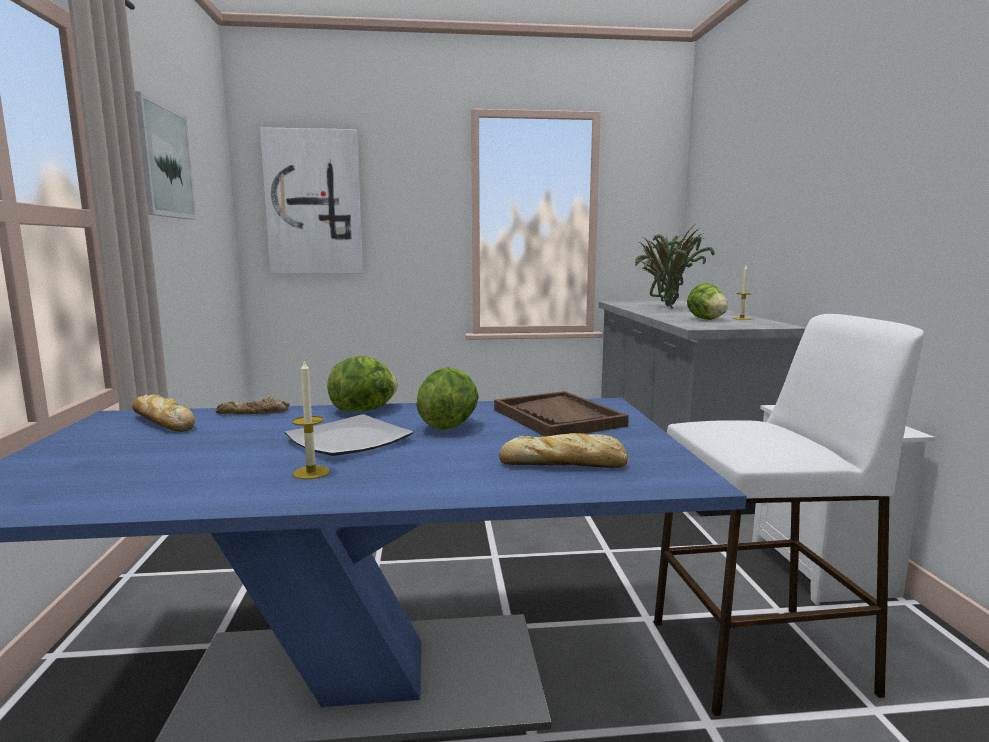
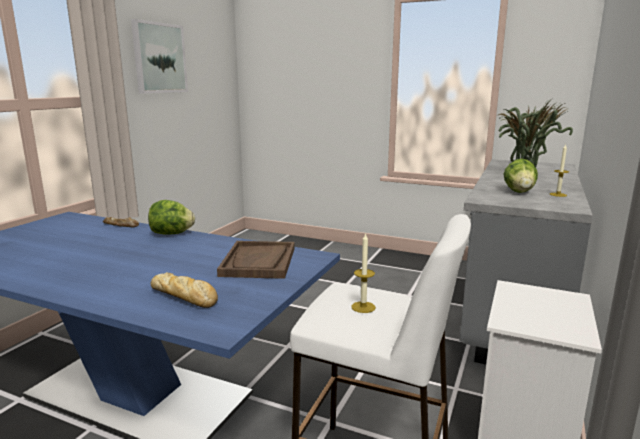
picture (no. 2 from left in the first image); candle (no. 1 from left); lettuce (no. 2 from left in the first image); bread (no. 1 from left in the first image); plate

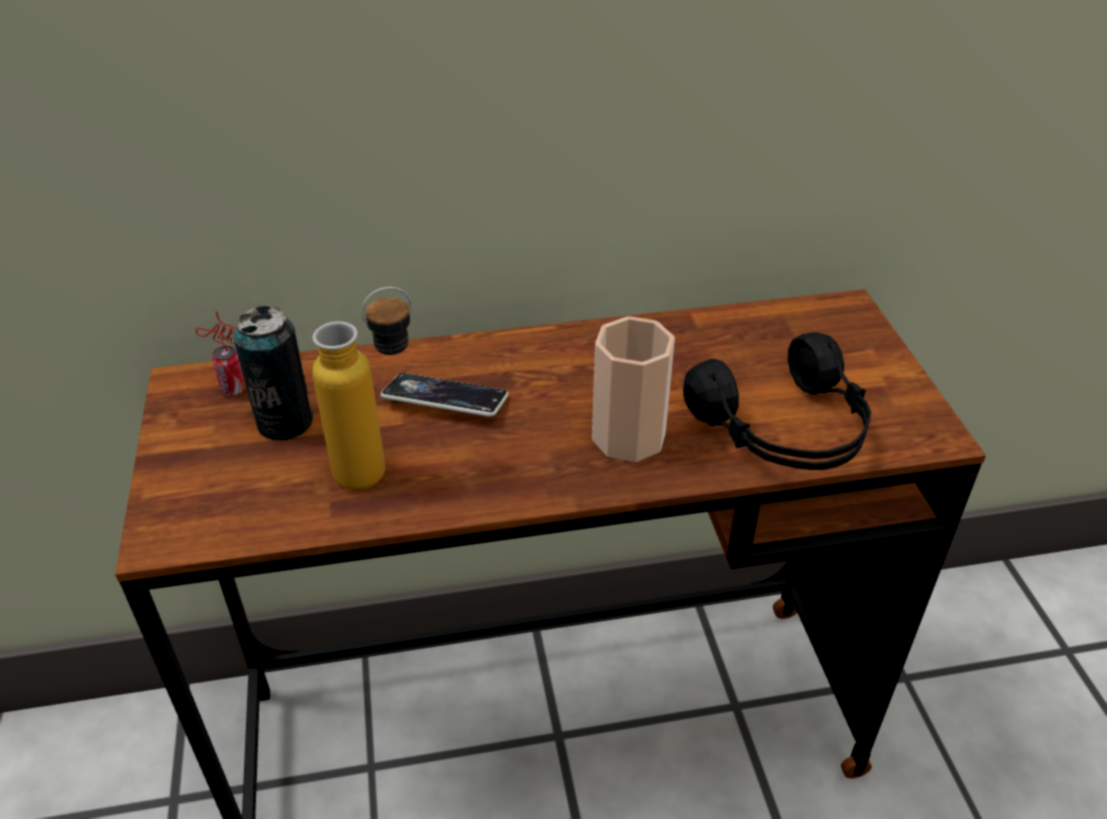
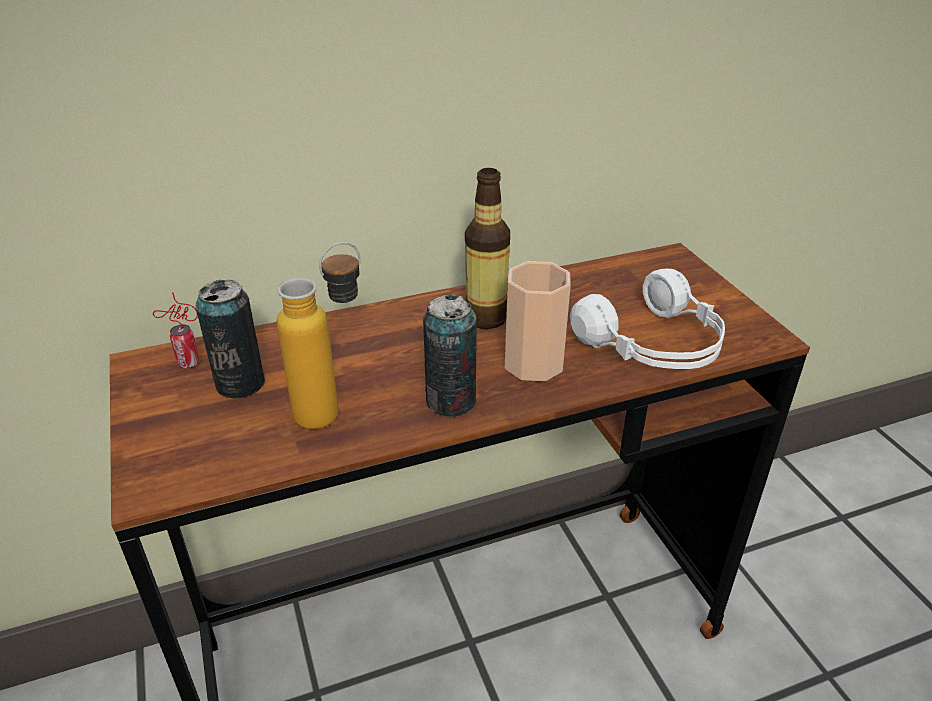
white headphones; phone; bottle (no. 2 from left); can (no. 3 from left)

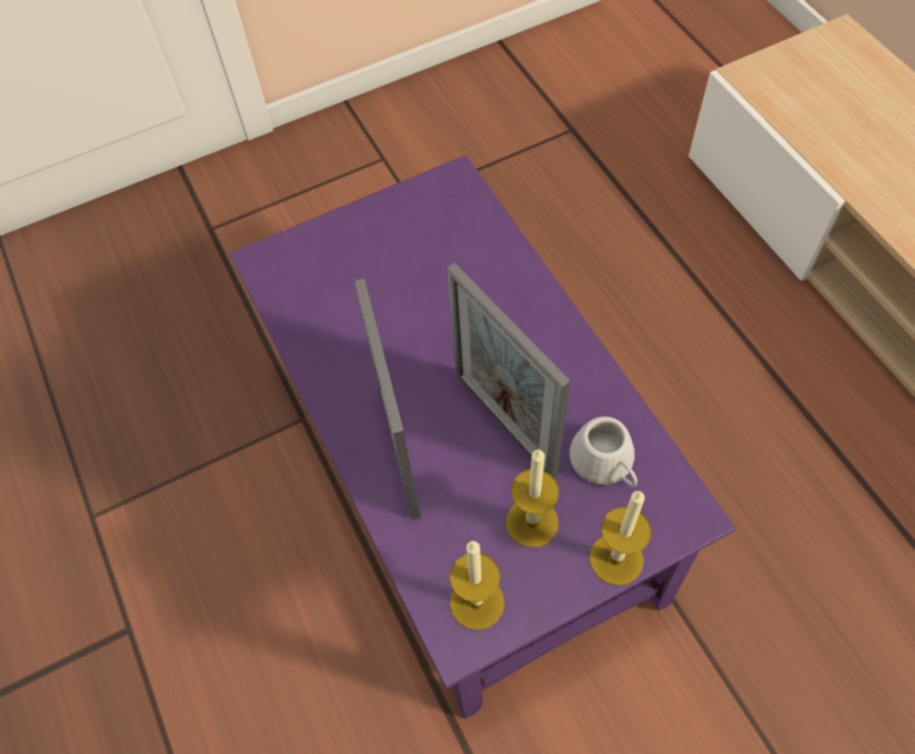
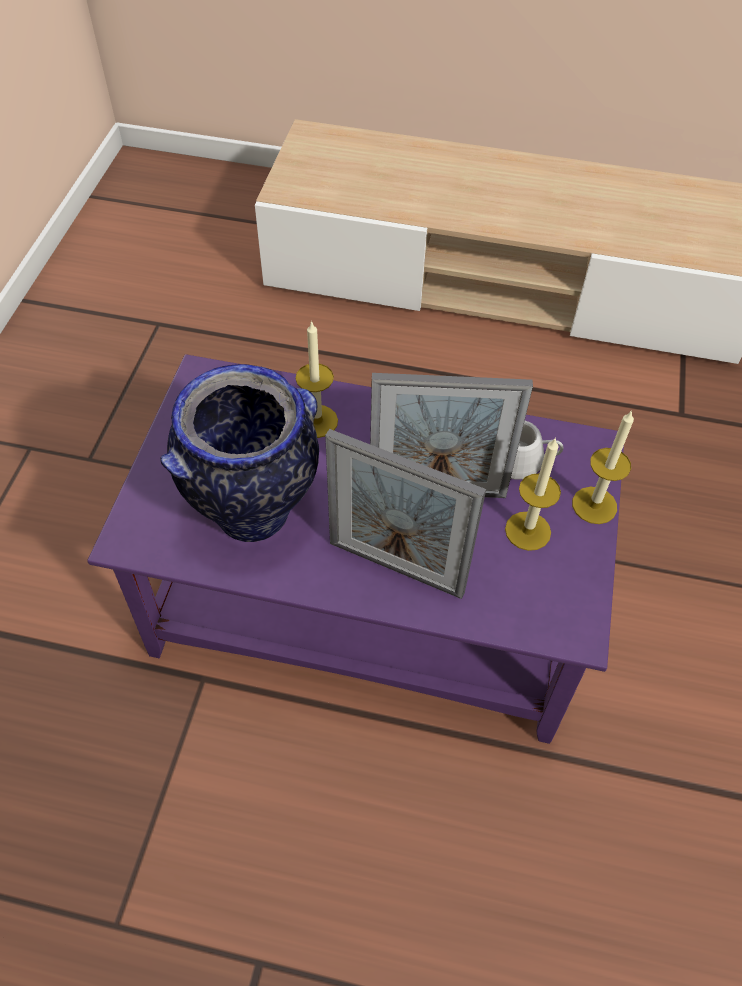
candle (no. 1 from left); vase

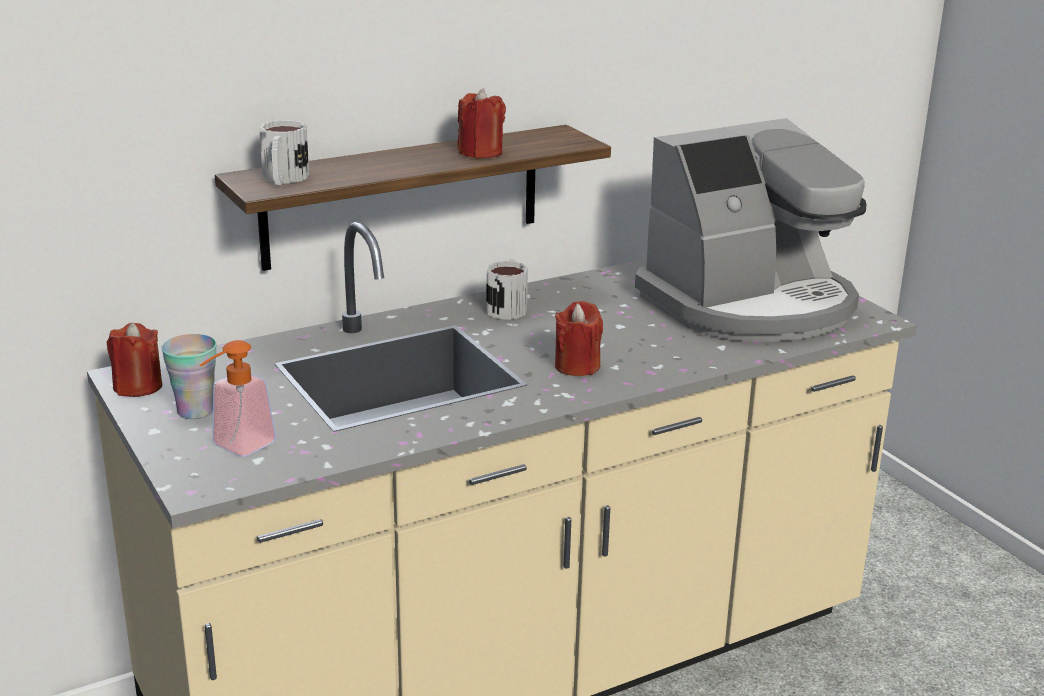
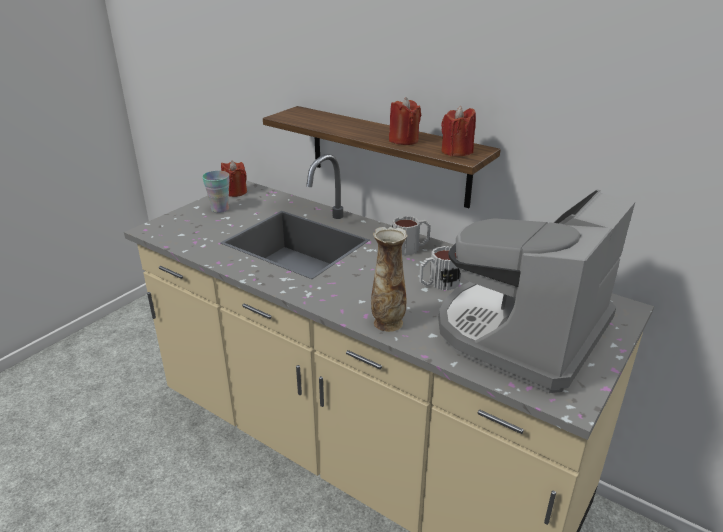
coffee machine; mug (no. 2 from left); red candle (no. 3 from left); soap dispenser; vase

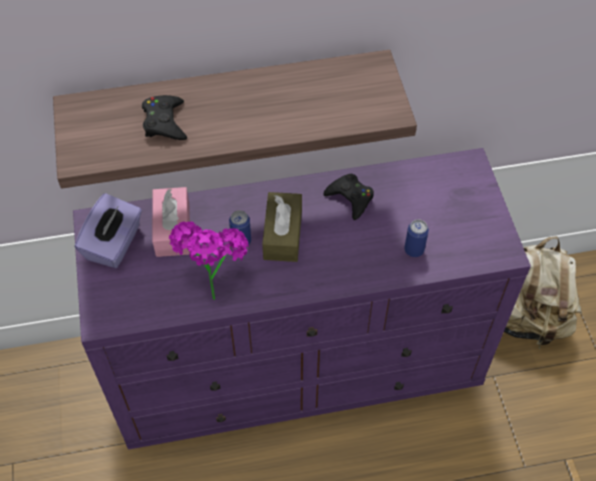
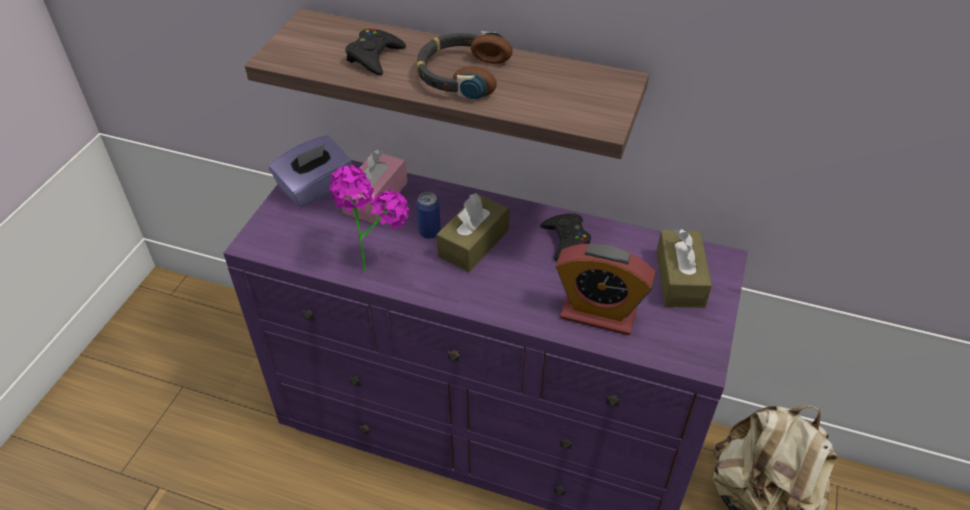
alarm clock; headphones; brown tissue box (no. 2 from left)

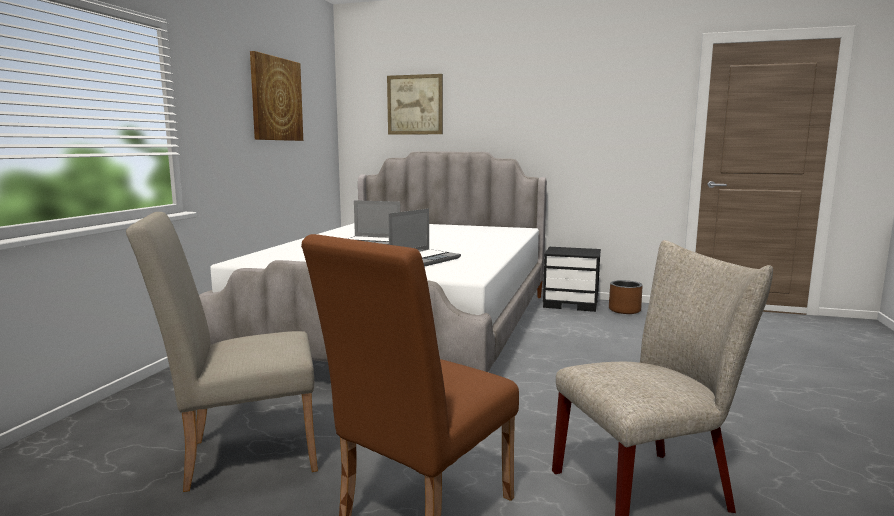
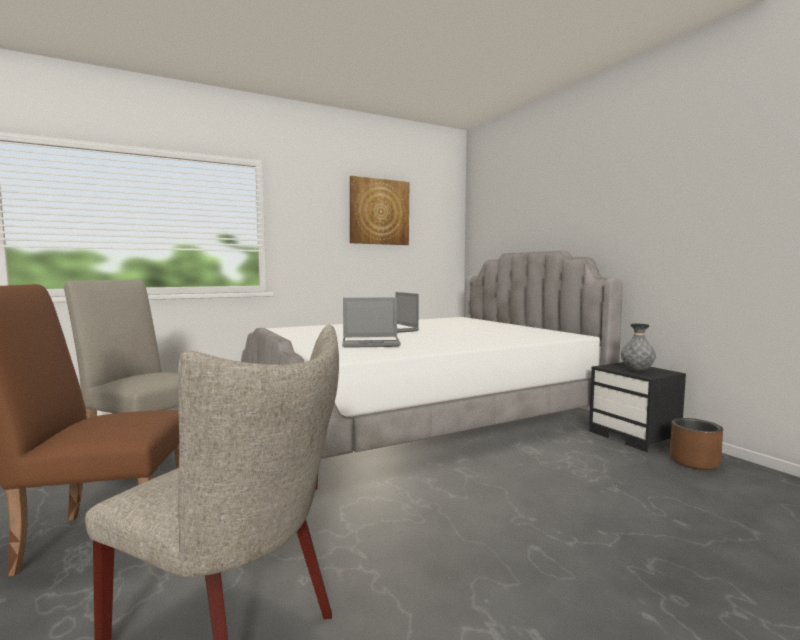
picture (no. 2 from left in the first image); grey vase

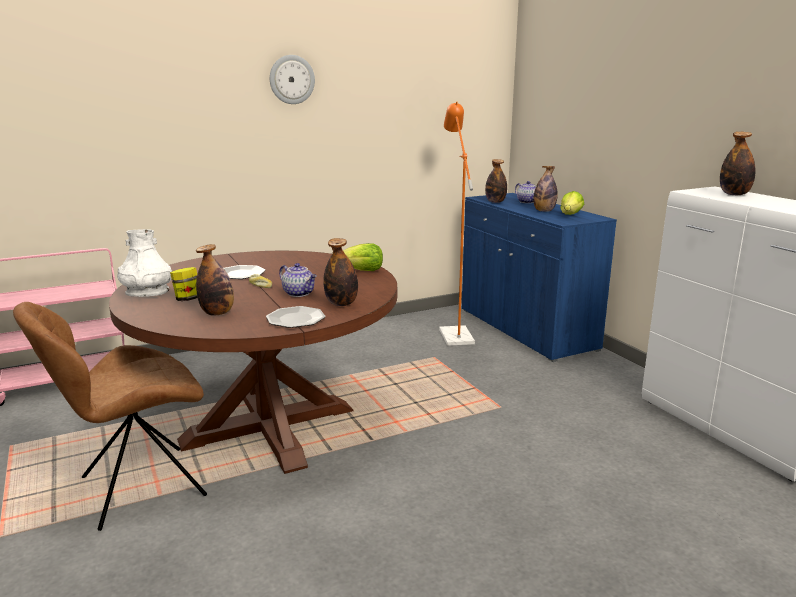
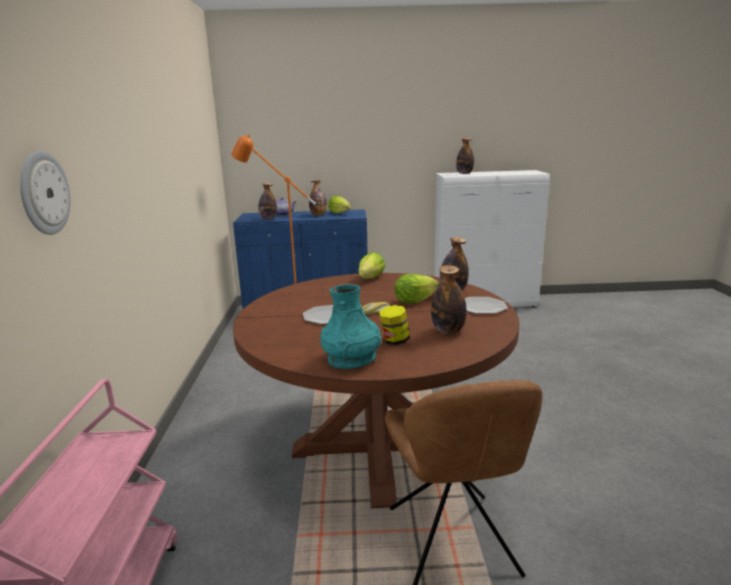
wall clock; turquoise vase; lettuce (no. 3 from left)

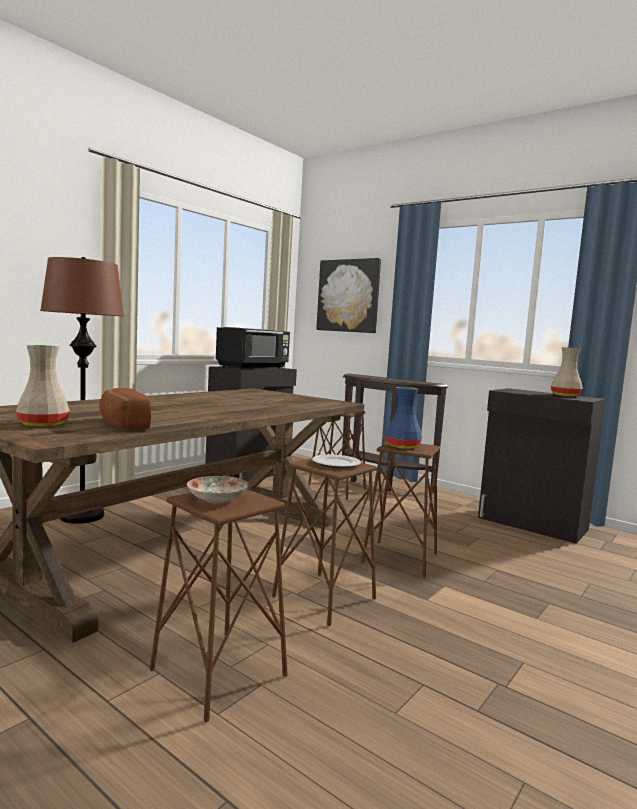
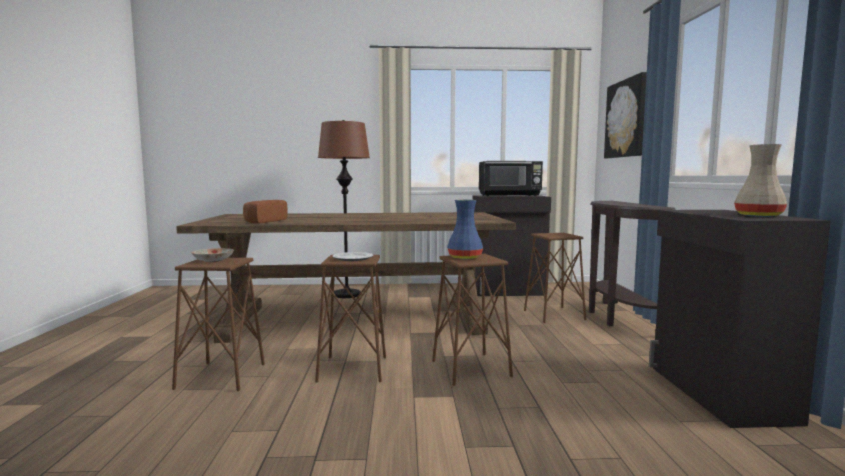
beige vase (no. 1 from left in the first image)

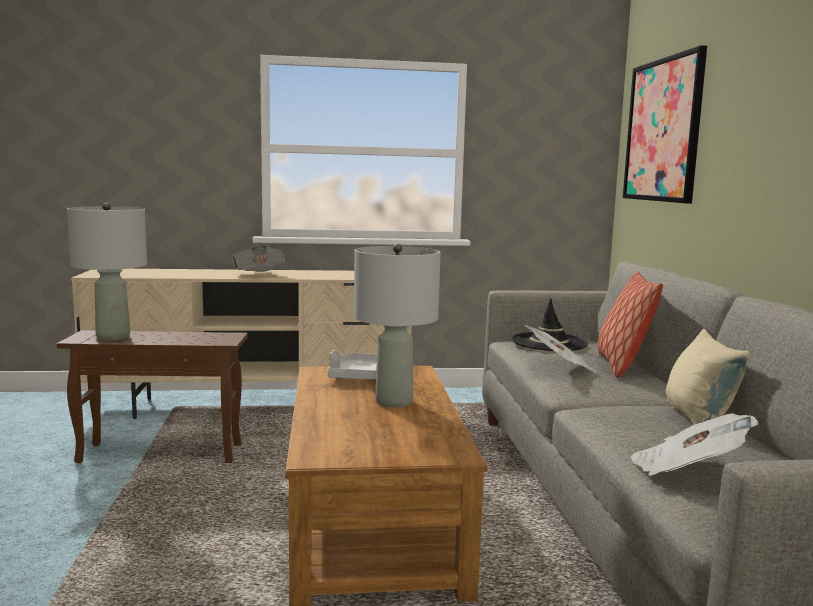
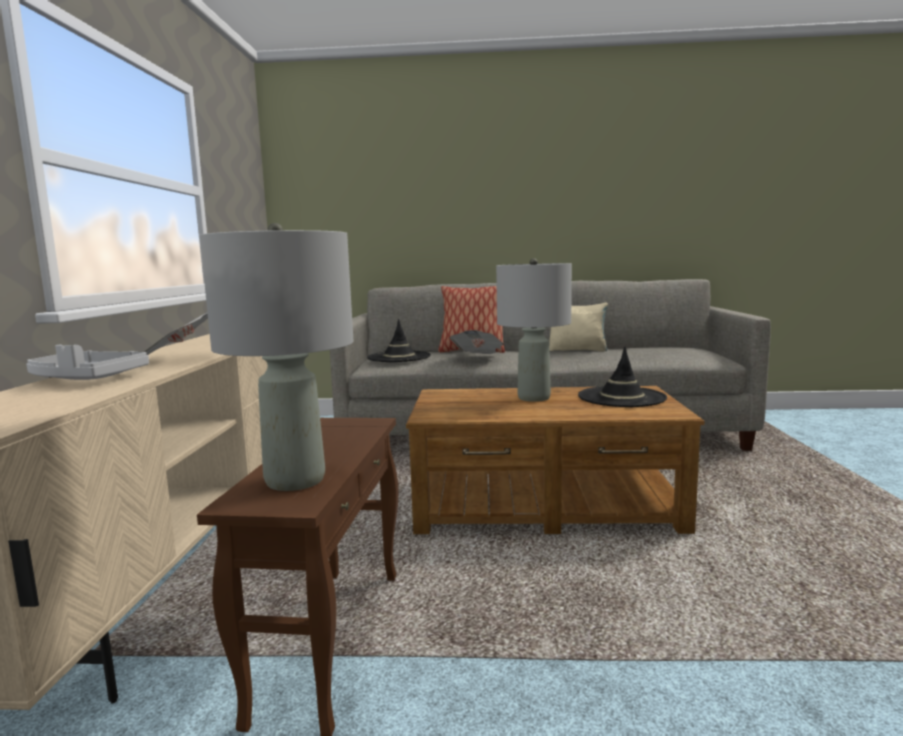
picture; grey tray; newspaper (no. 3 from left in the first image); black hat (no. 2 from left)

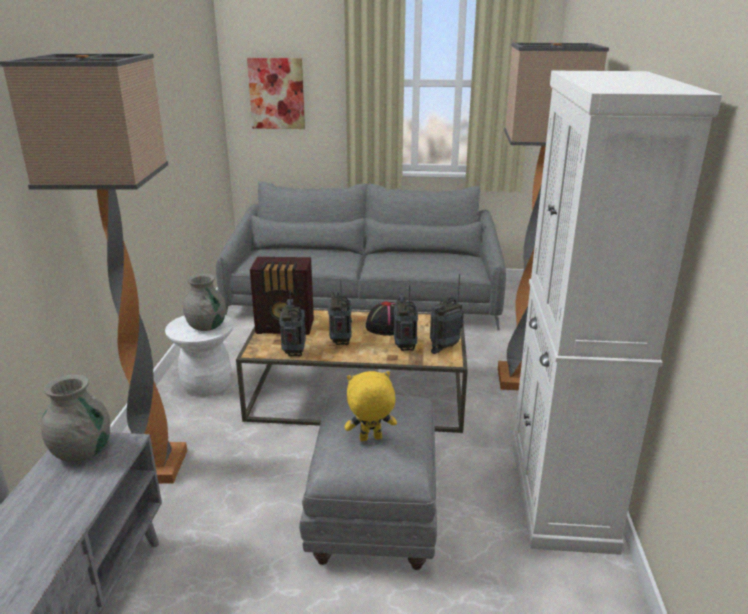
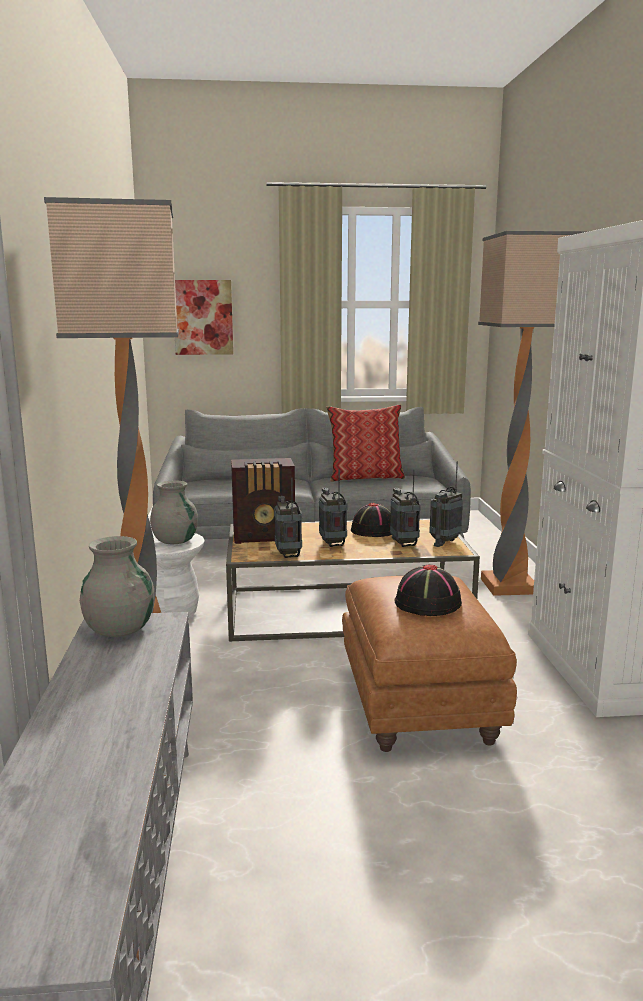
black hat (no. 2 from left); brown ottoman; pillow

